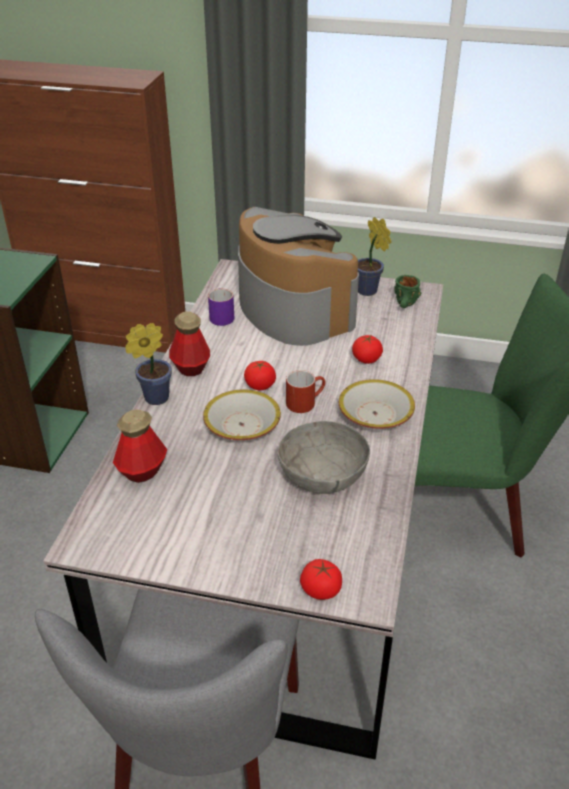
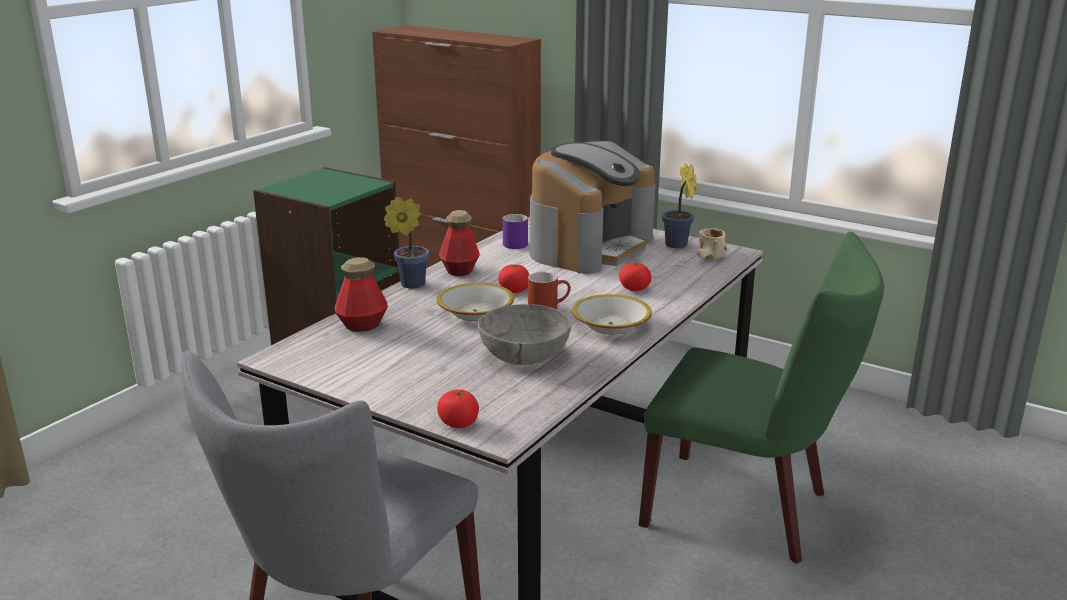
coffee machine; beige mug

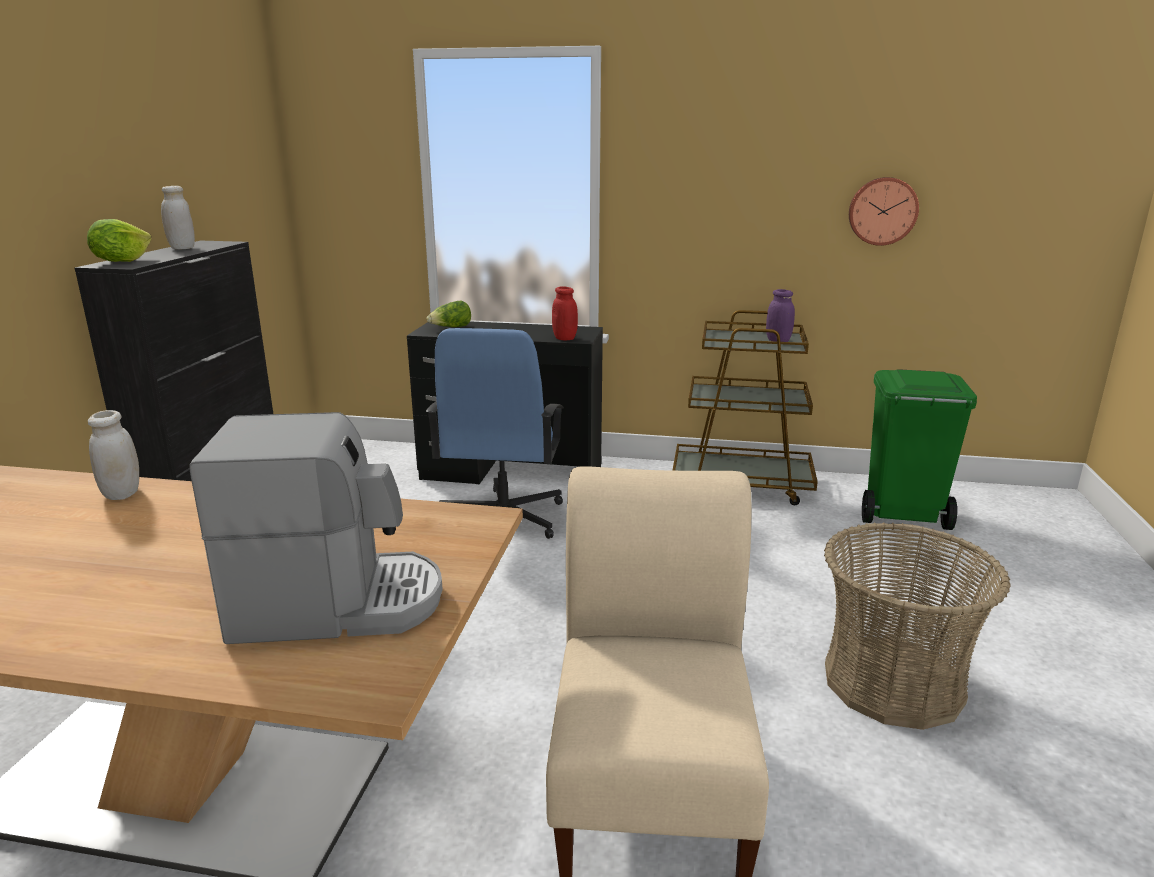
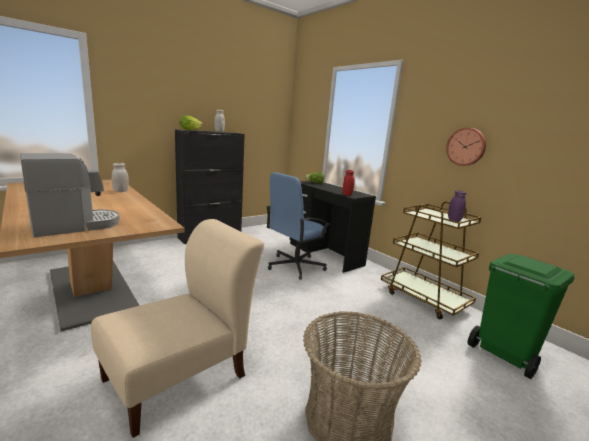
wall clock; coffee machine

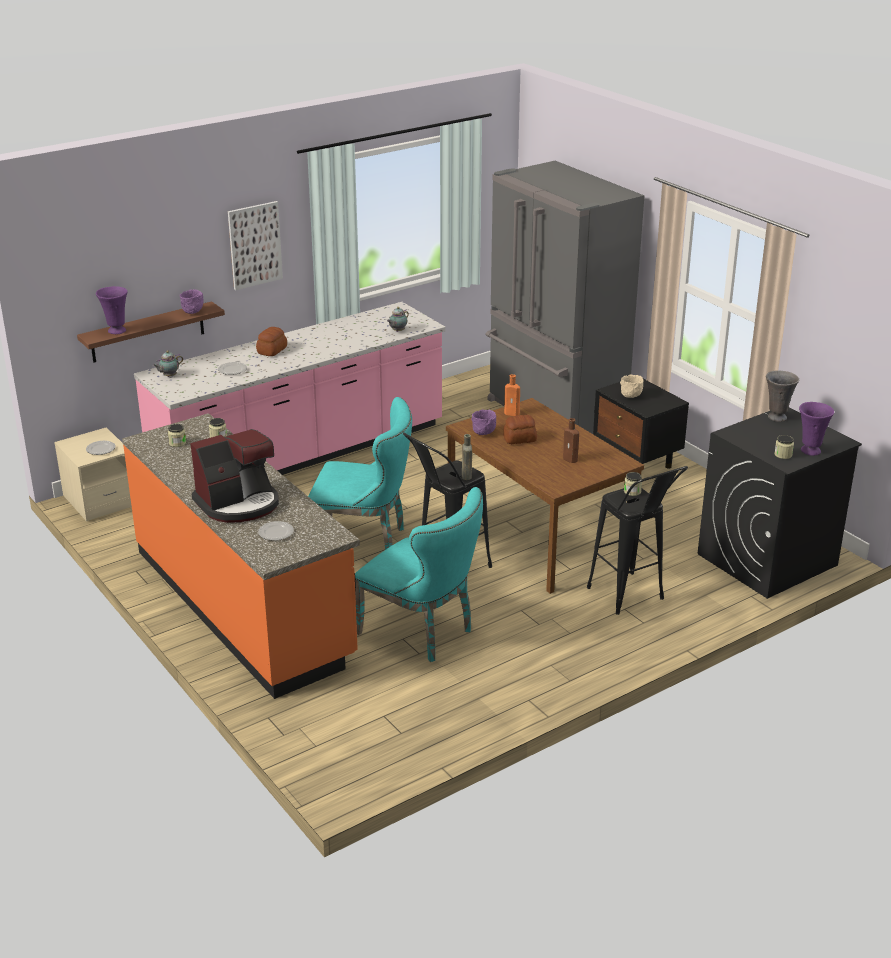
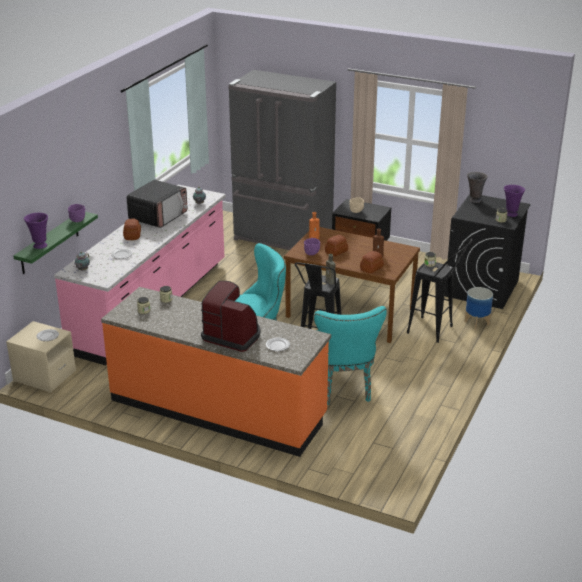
picture; green shelf; coffee machine; turquoise chair (no. 2 from left); microwave; bread (no. 3 from left); planter

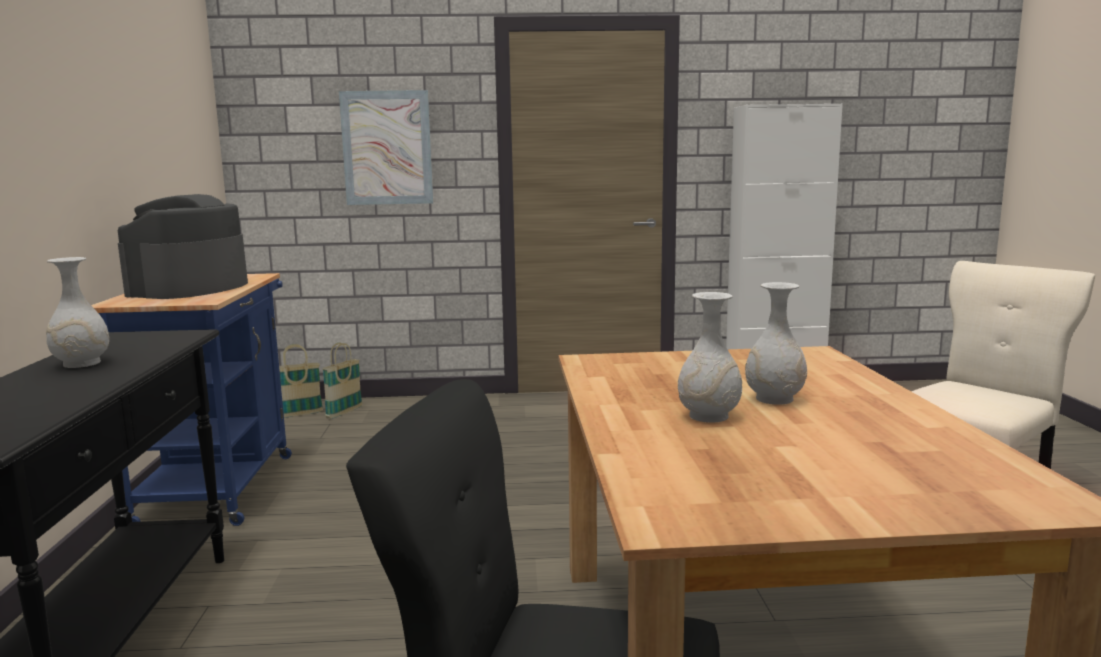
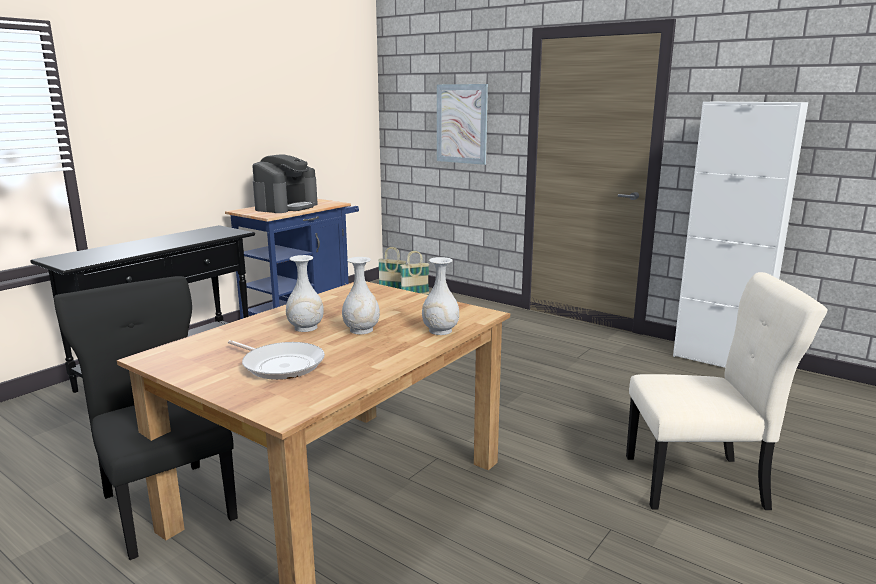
coffee machine; white vase (no. 3 from left); frying pan

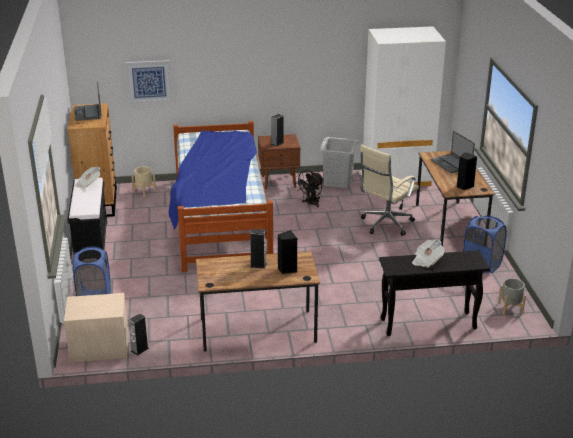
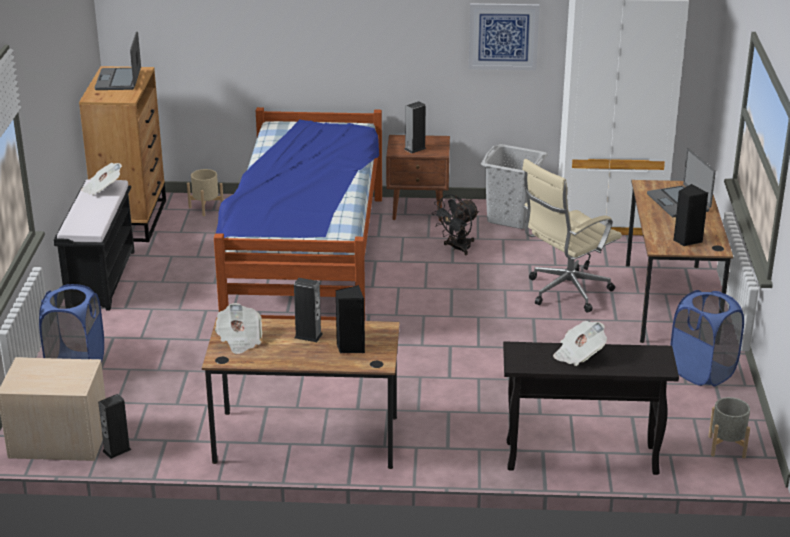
picture; newspaper (no. 2 from left)

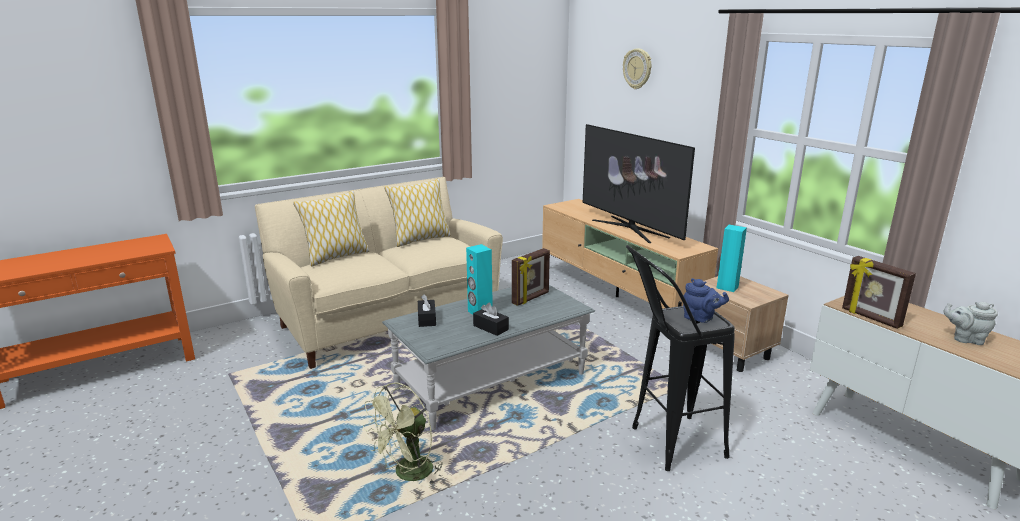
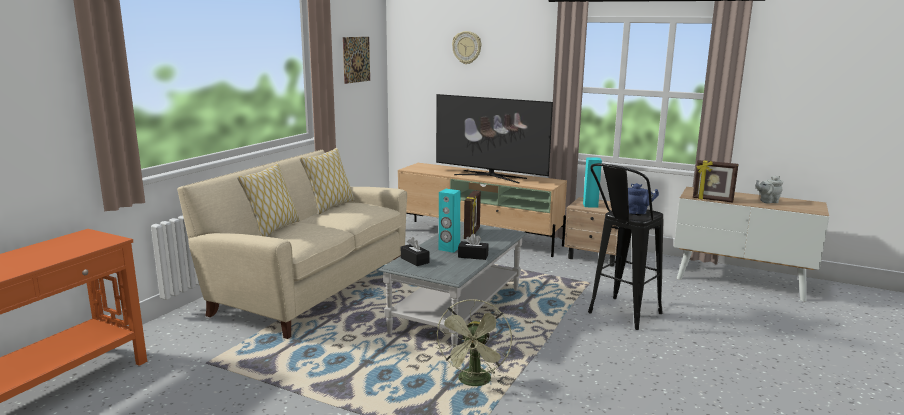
picture

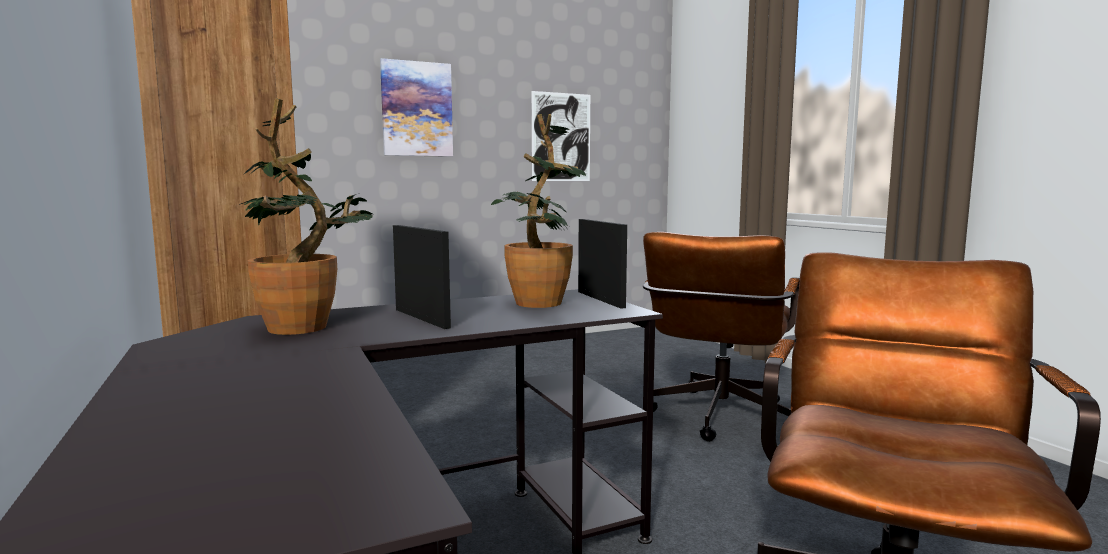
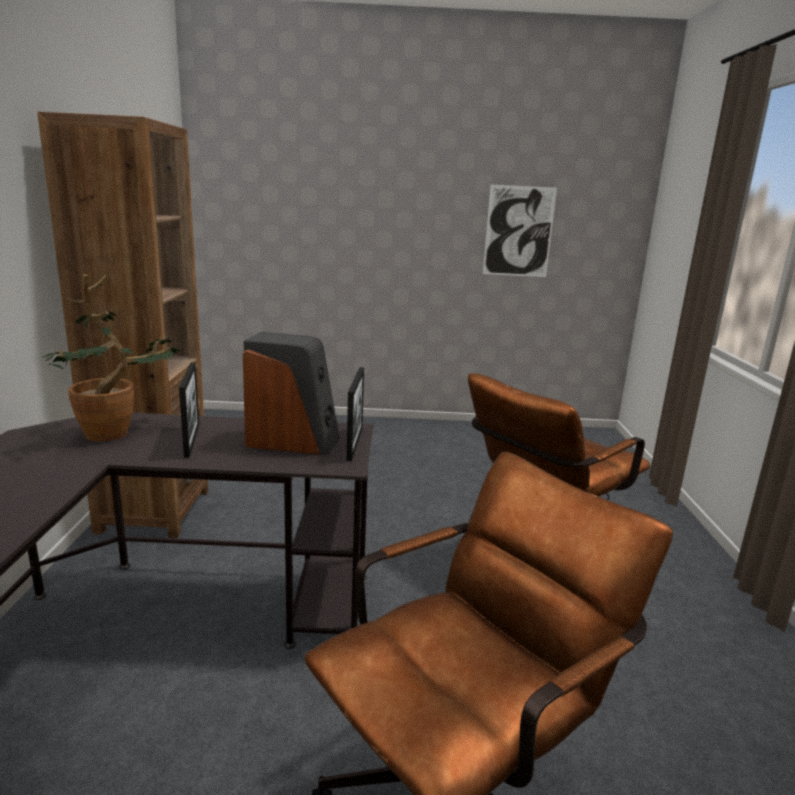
picture (no. 1 from left in the first image); speaker

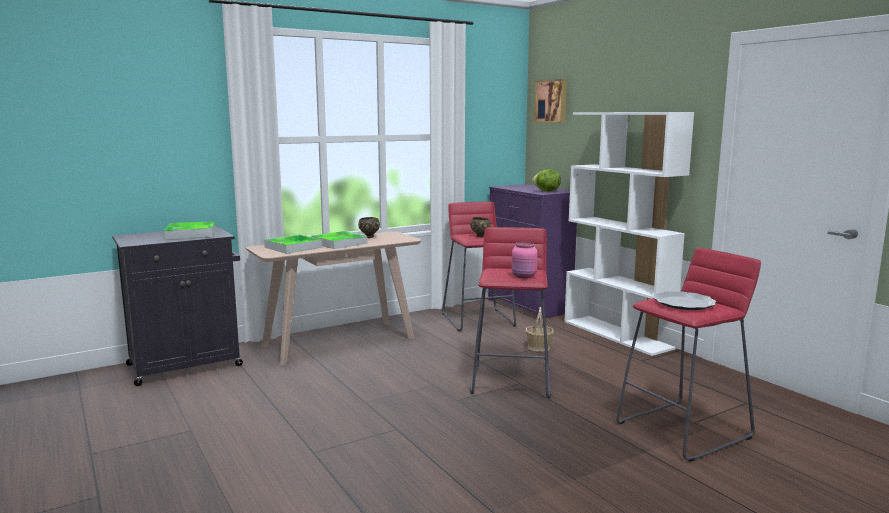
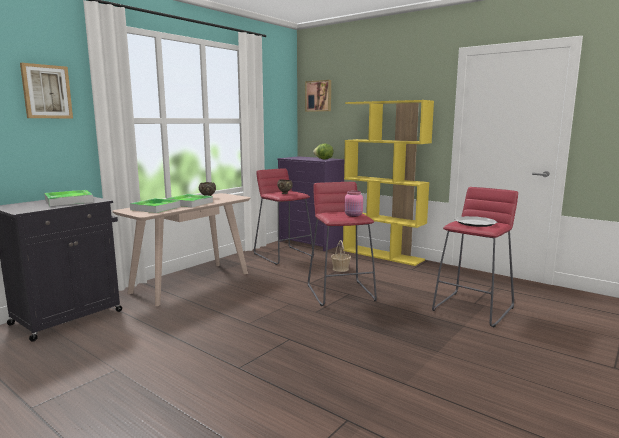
yellow bookcase; picture (no. 1 from left)

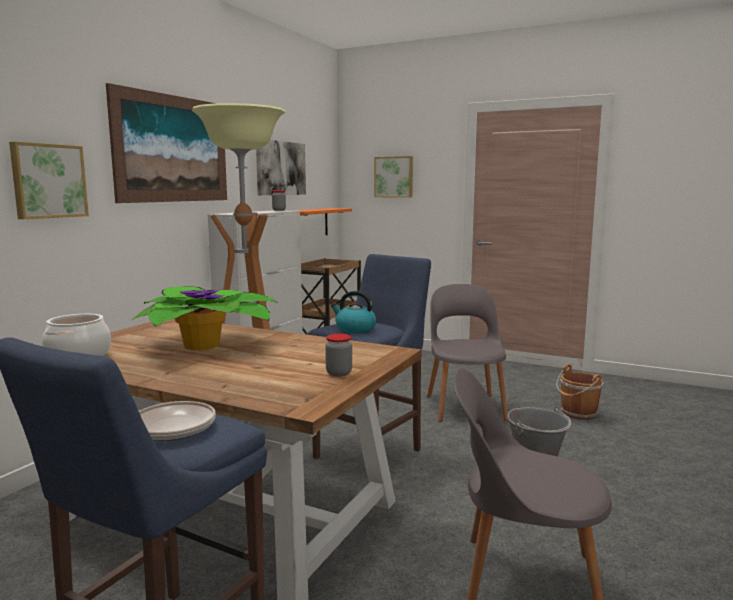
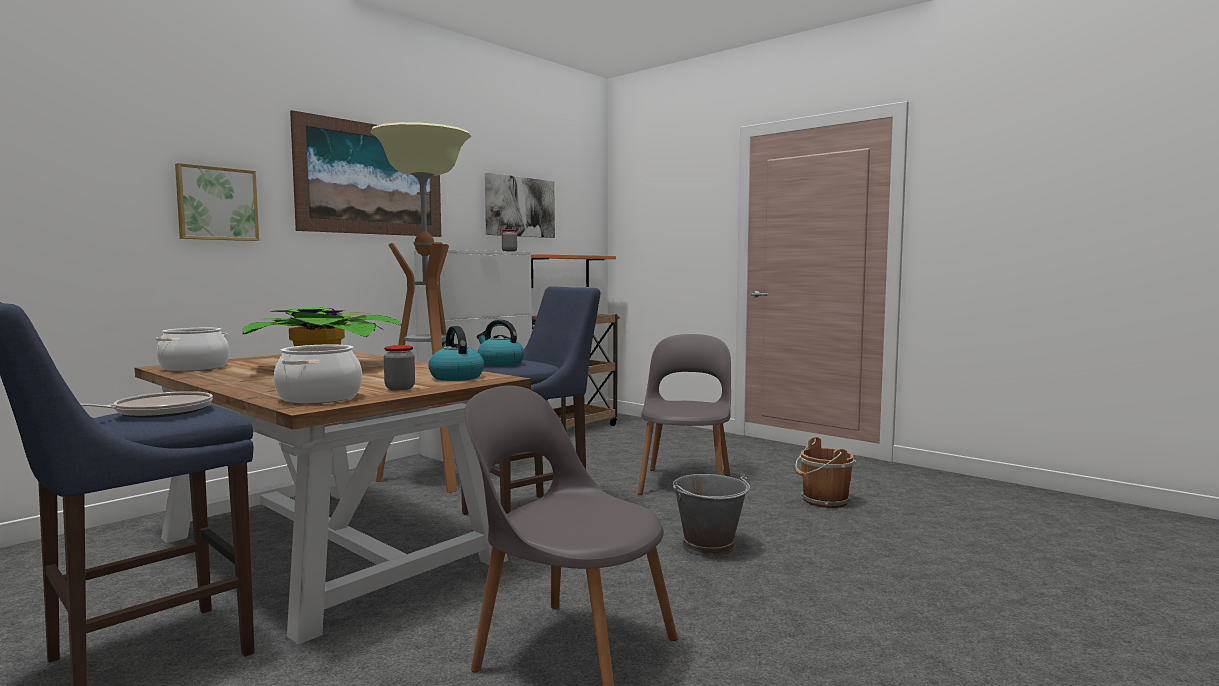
picture (no. 4 from left in the first image); kettle (no. 1 from left); cooking pot (no. 2 from left)

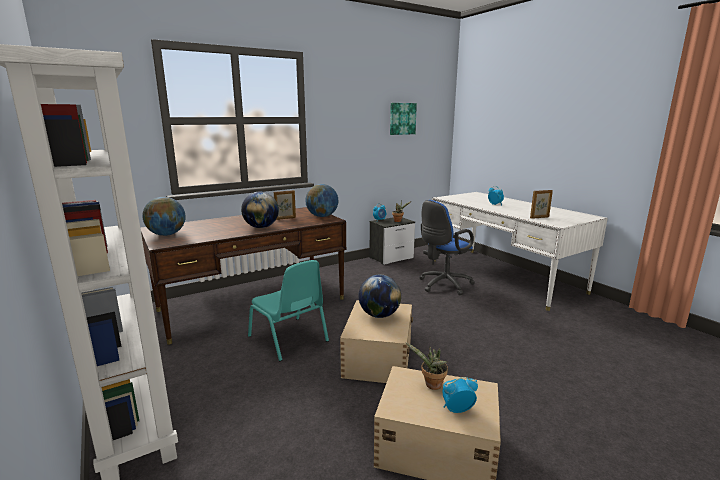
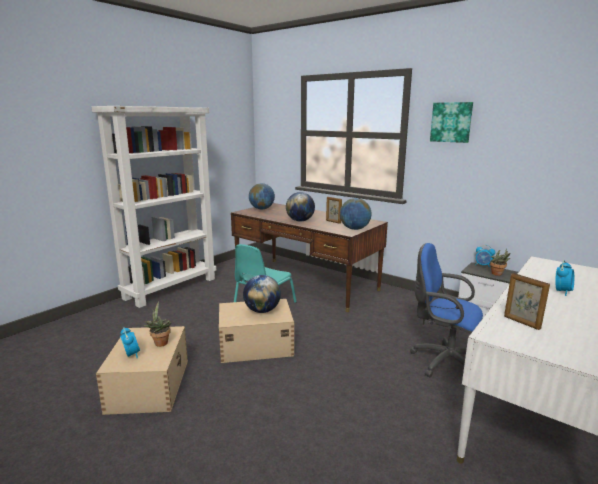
picture

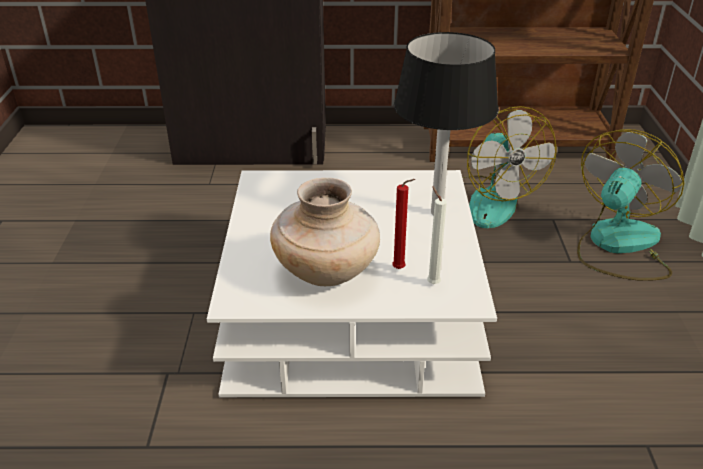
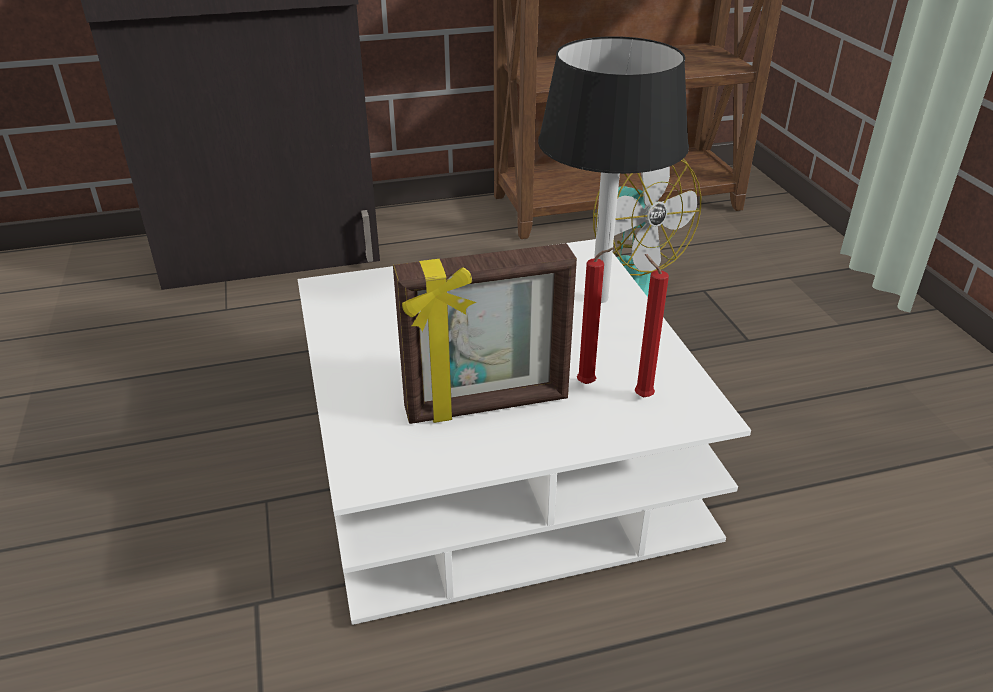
fan (no. 2 from left in the first image); picture frame; red candle (no. 2 from left)

